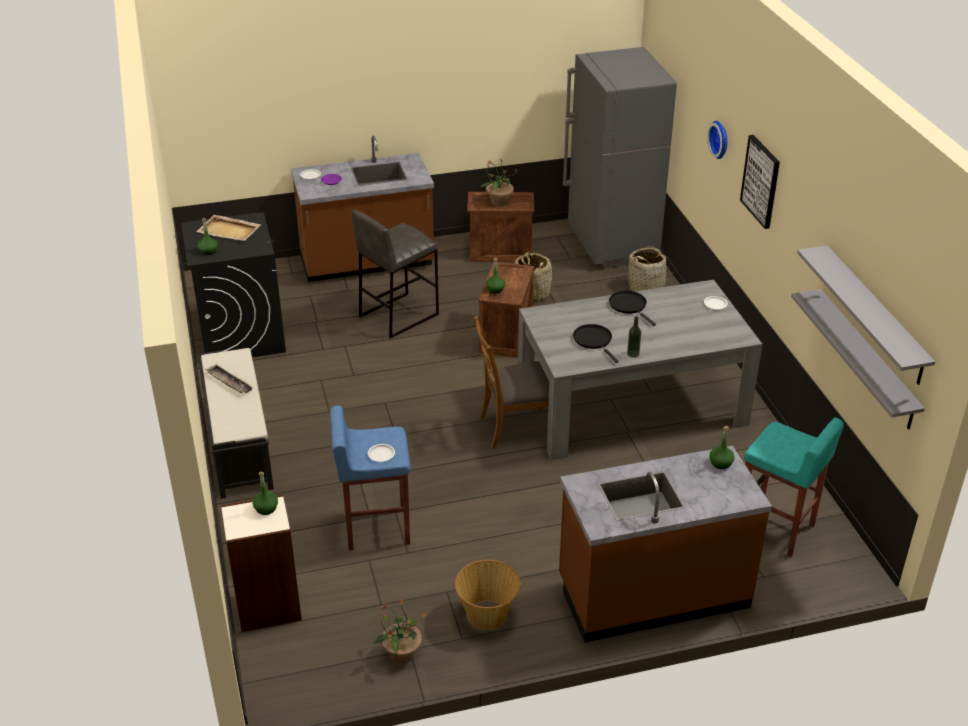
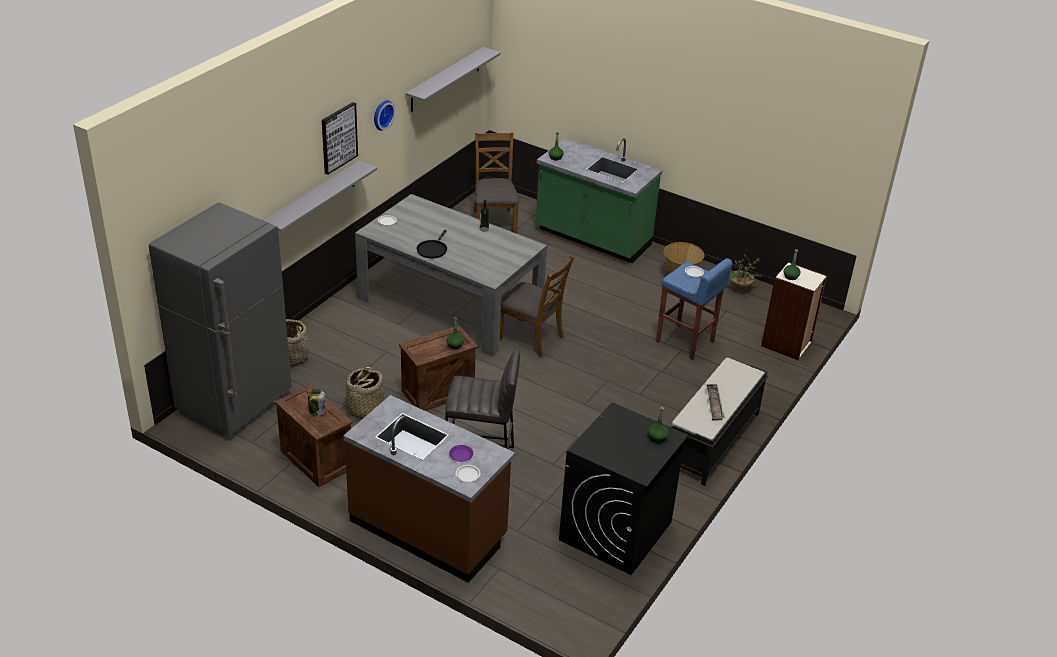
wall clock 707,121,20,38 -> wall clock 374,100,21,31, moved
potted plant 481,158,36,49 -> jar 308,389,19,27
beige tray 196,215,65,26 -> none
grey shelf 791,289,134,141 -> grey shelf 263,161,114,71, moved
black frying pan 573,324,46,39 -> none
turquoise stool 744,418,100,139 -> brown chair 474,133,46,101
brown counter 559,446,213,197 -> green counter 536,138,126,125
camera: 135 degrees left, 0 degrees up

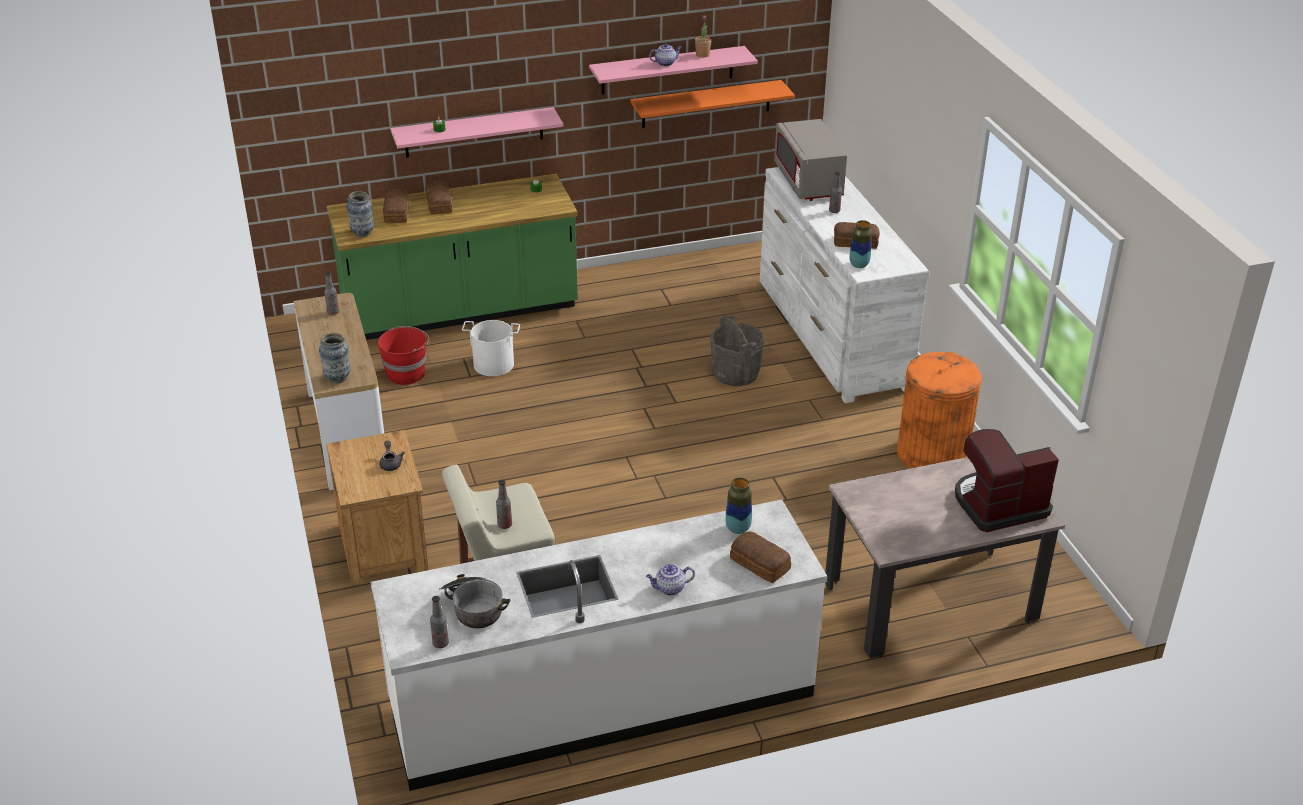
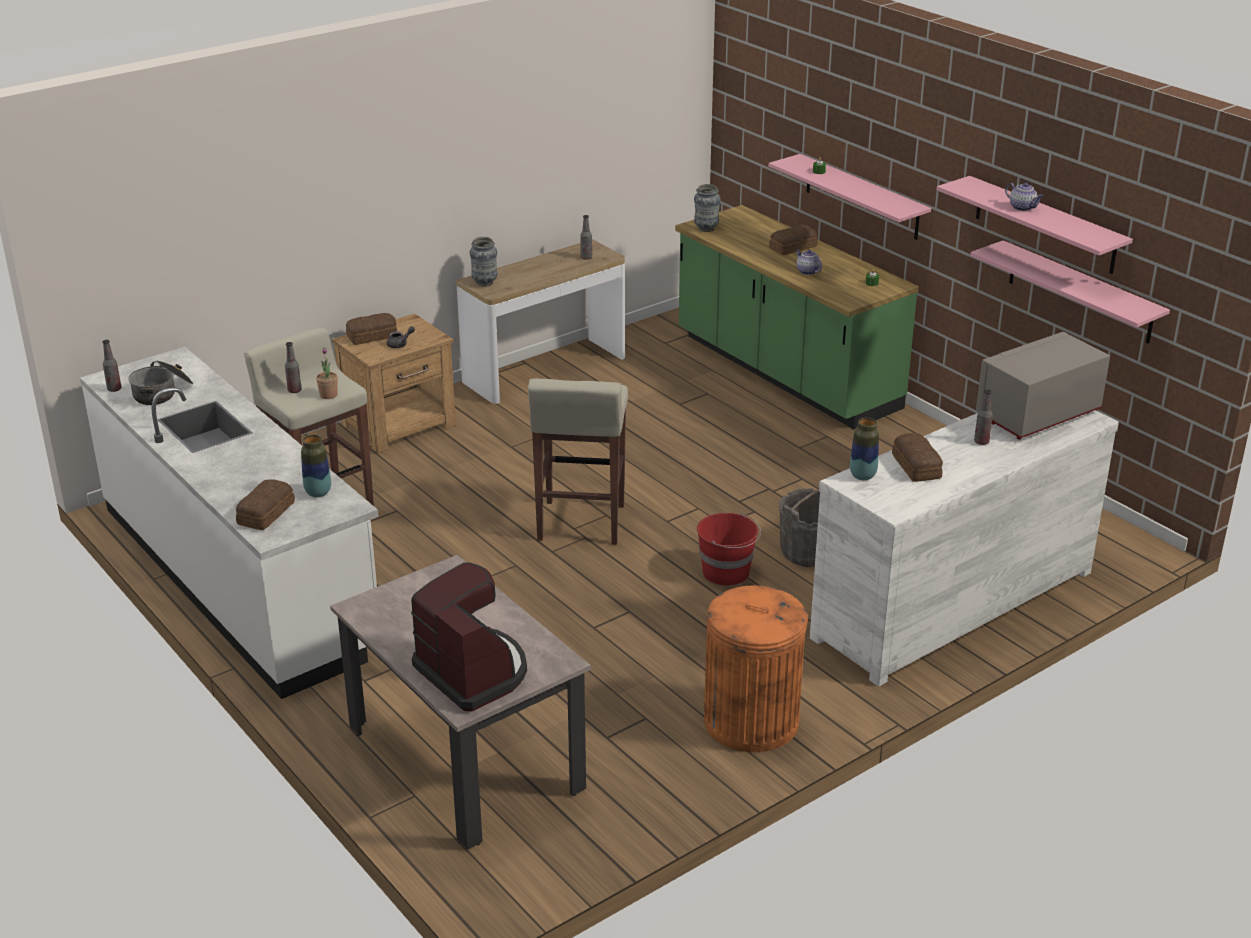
potted plant 695,15,16,43 -> potted plant 316,347,22,52, moved
orange shelf 630,80,165,48 -> pink shelf 970,240,200,104
bread 383,190,26,33 -> bread 346,313,51,32, moved
white bucket 462,320,58,56 -> none
red bucket 378,326,51,59 -> red bucket 697,513,64,73, moved
teapot 646,564,49,32 -> teapot 796,249,26,26, moved
none -> beige stool 528,378,100,167
camera: 70 degrees right, 5 degrees down

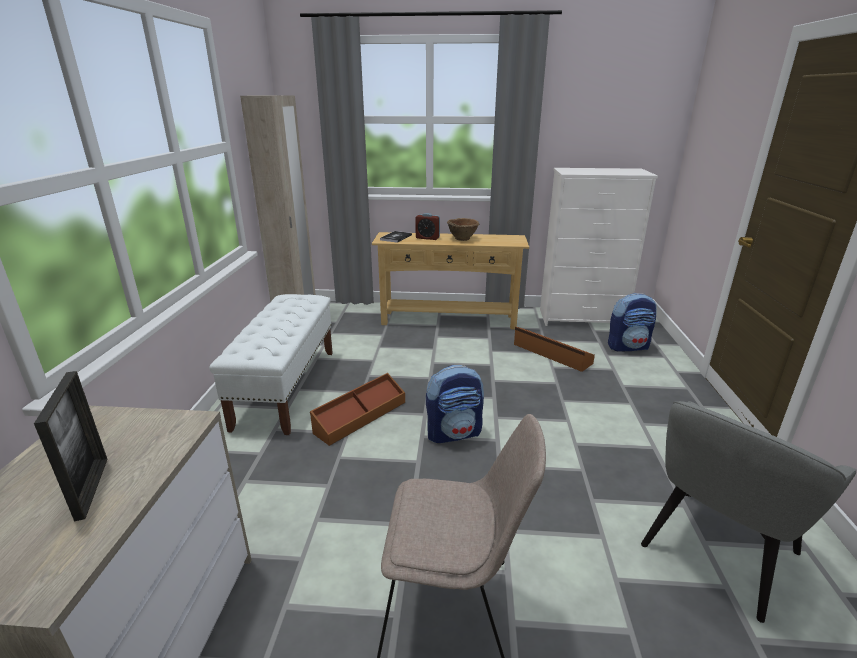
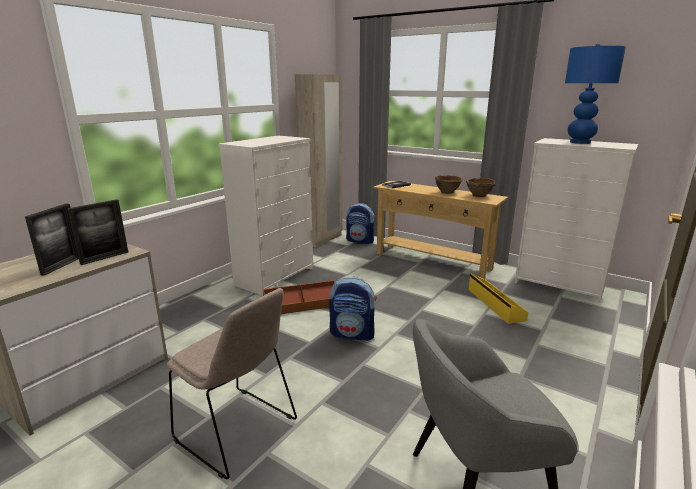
alarm clock 415,213,25,27 -> none
backpack 608,293,49,59 -> backpack 346,203,29,41, moved
white bench 209,294,124,141 -> white dresser 218,136,95,160
brown storage box 514,327,81,45 -> yellow storage box 469,273,60,51
none -> blue table lamp 565,44,61,100
none -> brown bowl 466,178,30,19
none -> picture frame 67,199,61,66
camera: 30 degrees right, 5 degrees down

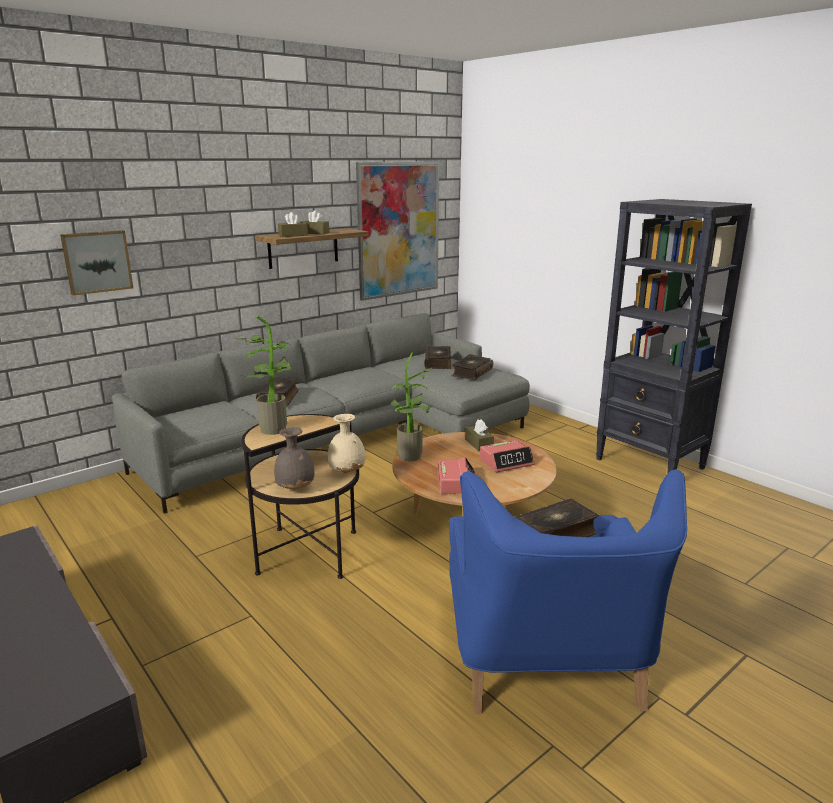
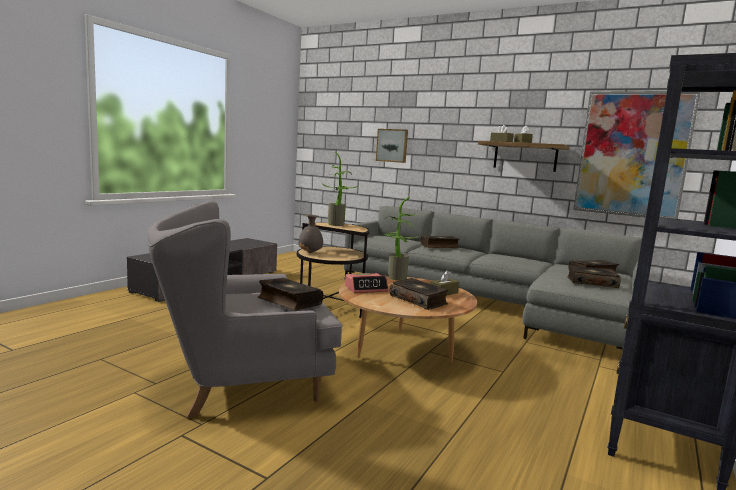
beige vase 328,414,38,59 -> none
alarm clock 480,440,54,32 -> book 390,278,58,32
blue armchair 449,469,238,245 -> grey armchair 147,201,195,217
camera: 70 degrees right, 10 degrees down

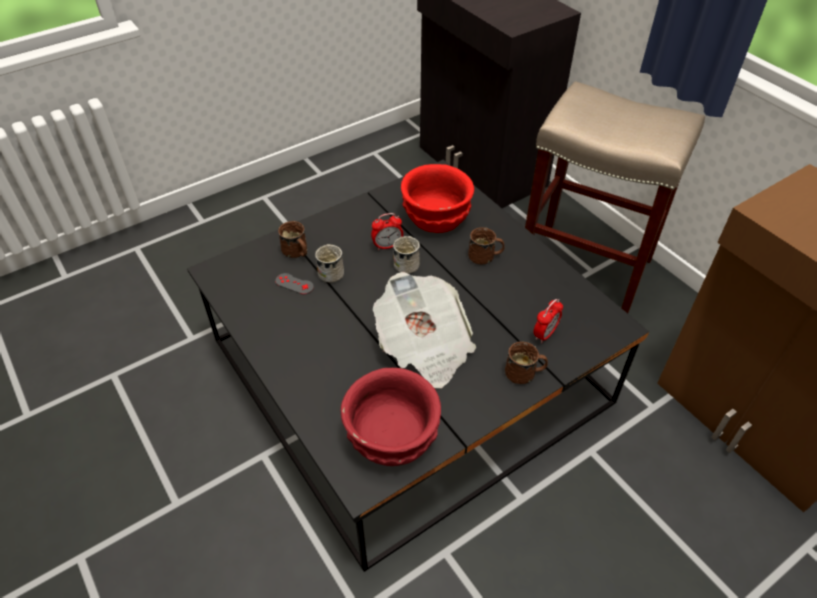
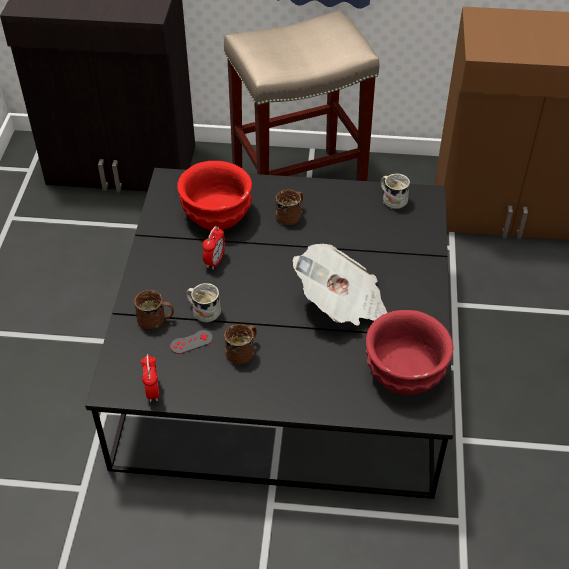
white mug 393,236,27,38 -> white mug 381,173,29,36, moved
alarm clock 534,299,29,44 -> alarm clock 141,354,18,48, moved
brown mug 505,342,43,42 -> brown mug 224,324,33,40, moved
camera: 50 degrees left, 0 degrees up

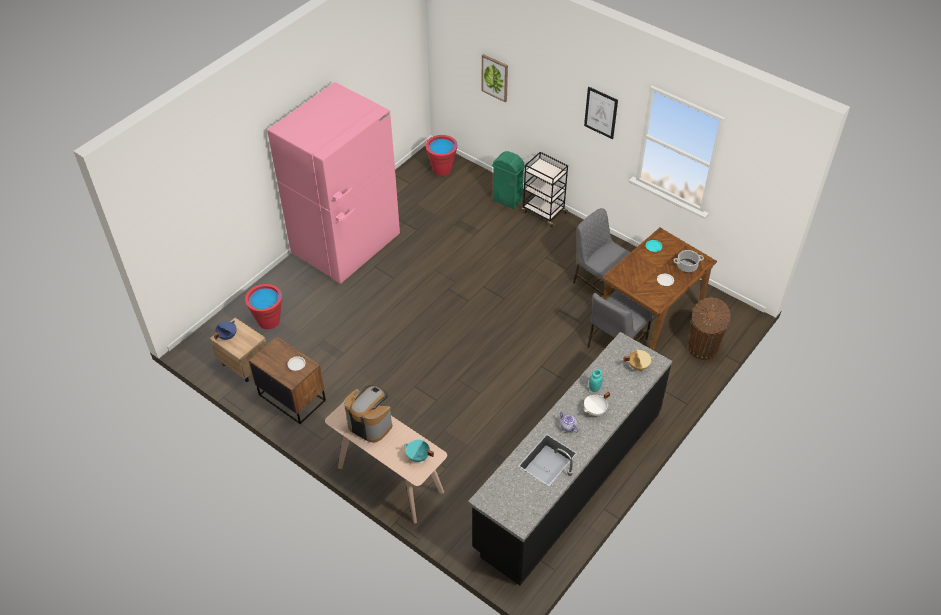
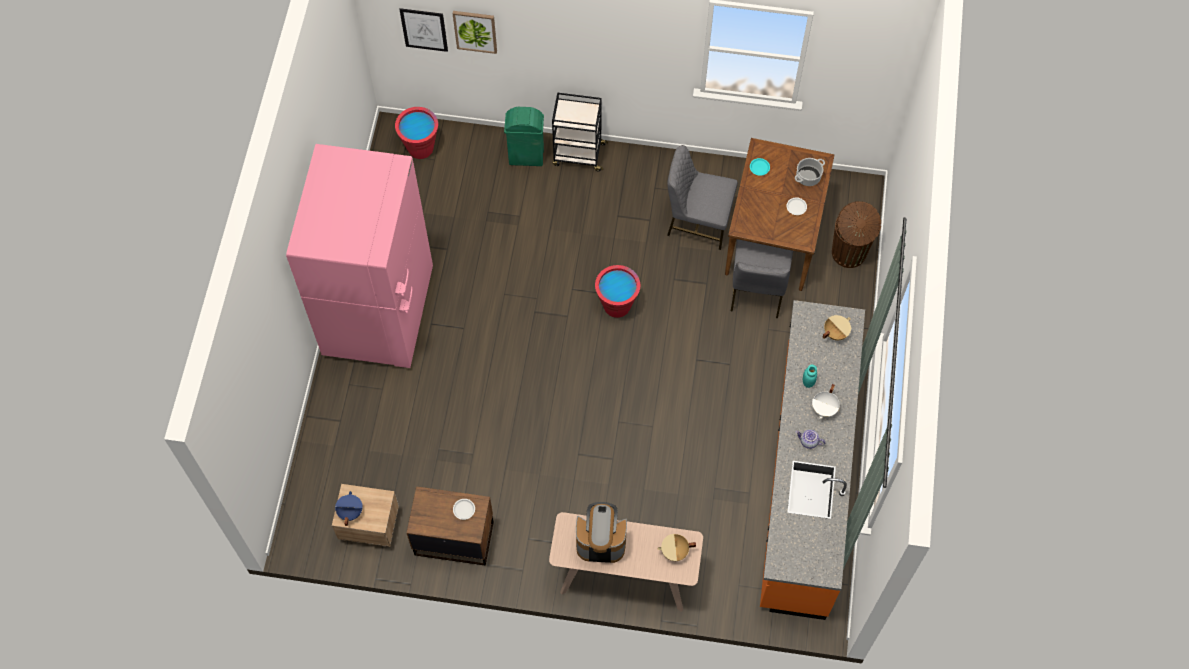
picture 584,87,34,52 -> picture 399,8,49,44, moved
red bucket 245,284,37,45 -> red bucket 595,265,45,53, moved
black counter 468,332,204,254 -> orange counter 760,300,105,320
turquoise cooking pot 404,440,30,22 -> beige cooking pot 657,534,39,27
camera: 30 degrees left, 15 degrees up

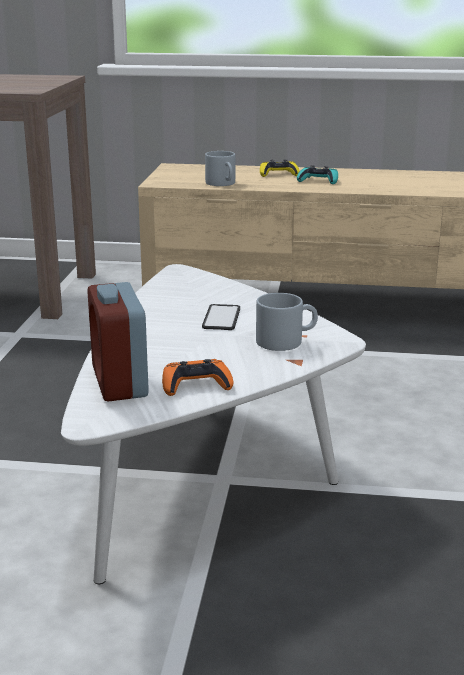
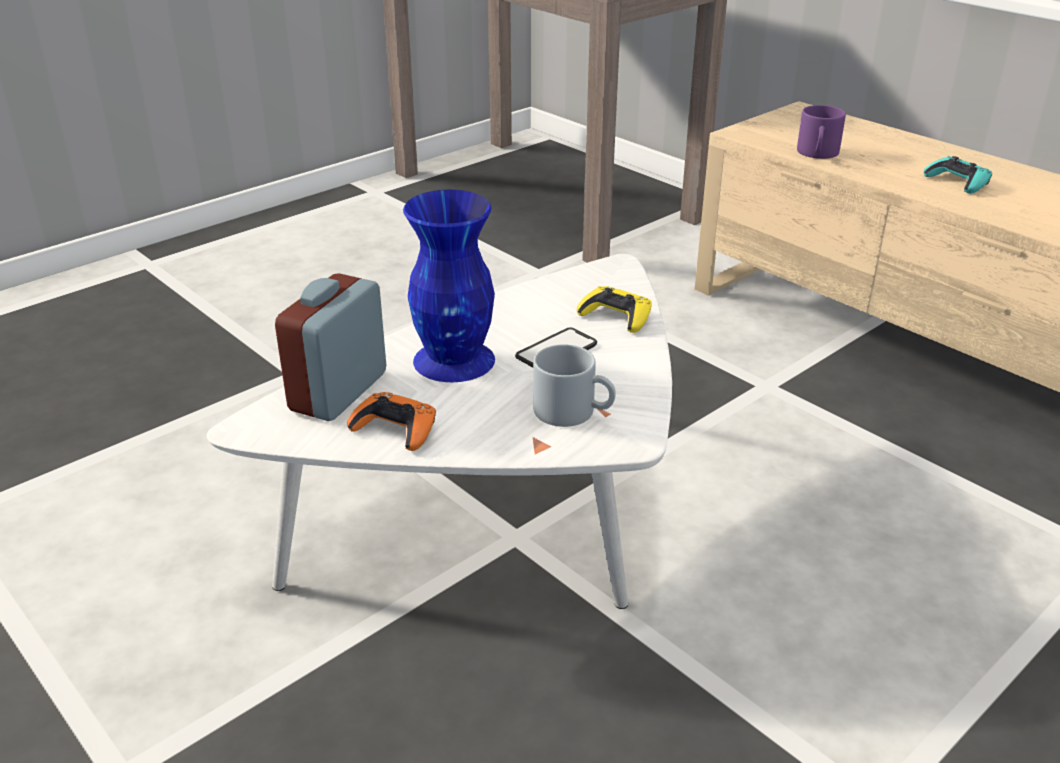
grey mug 205,151,30,35 -> purple mug 797,105,49,54
yellow game controller 260,160,40,17 -> yellow game controller 577,286,75,47, moved
none -> blue vase 403,190,92,192
camera: 40 degrees right, 10 degrees up

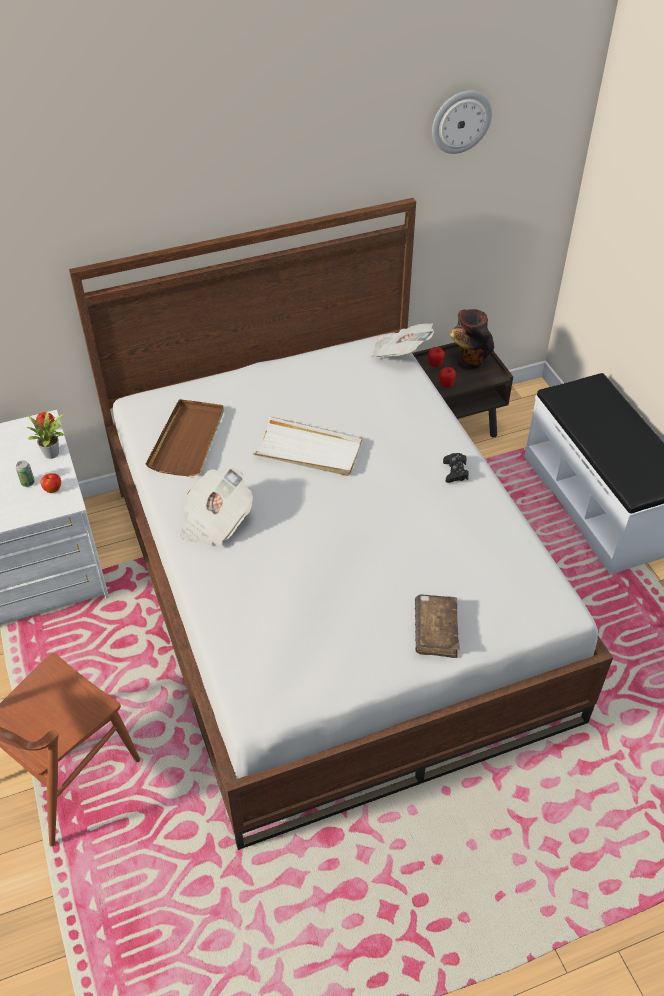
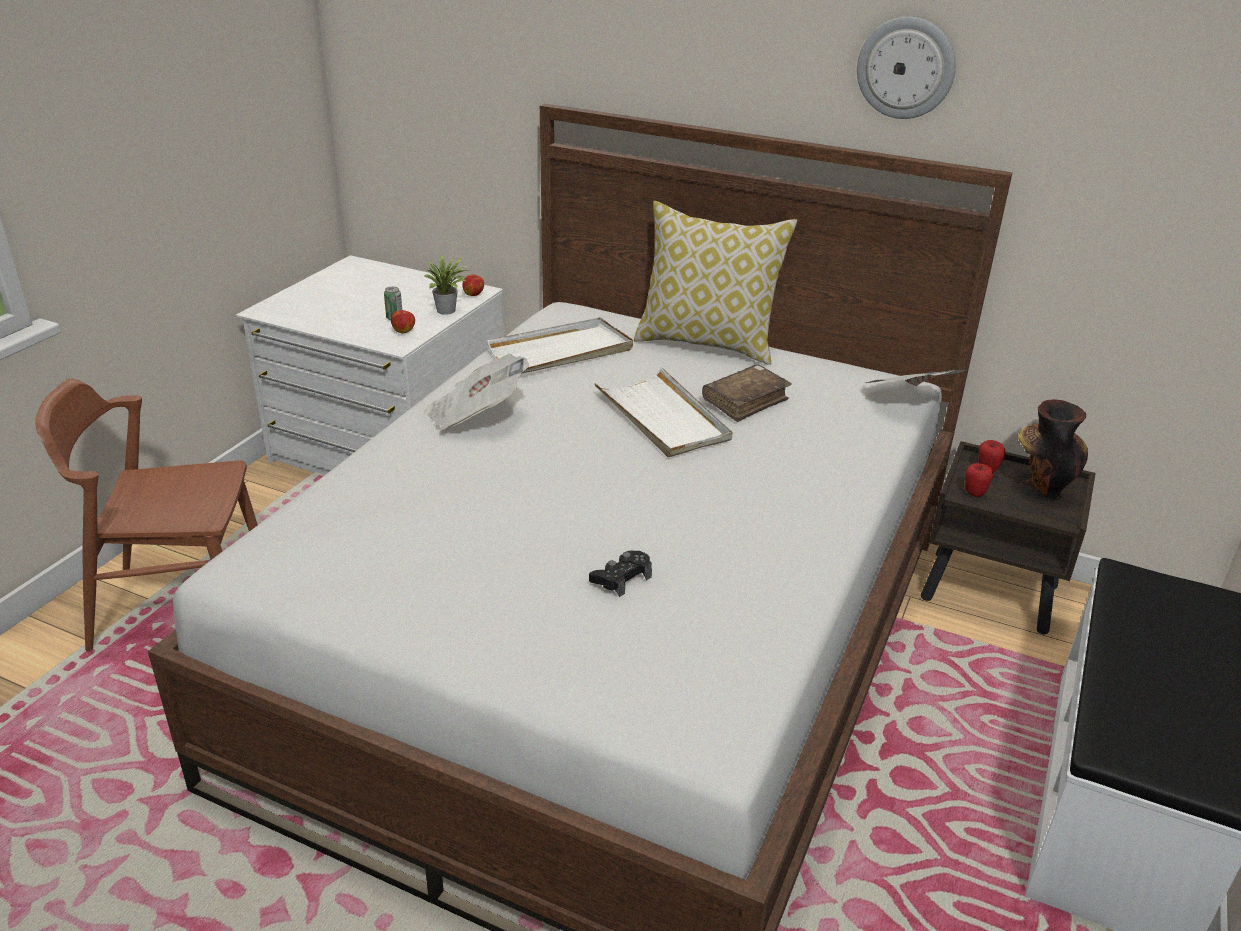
wall clock 432,91,60,63 -> wall clock 857,17,99,102, moved
brown tray 145,399,79,77 -> white tray 487,317,146,57
black game controller 443,453,26,30 -> black game controller 589,551,63,46, moved
brown book 415,595,45,63 -> brown book 702,365,90,57, moved
none -> pillow 634,201,163,164
camera: 45 degrees right, 15 degrees down

